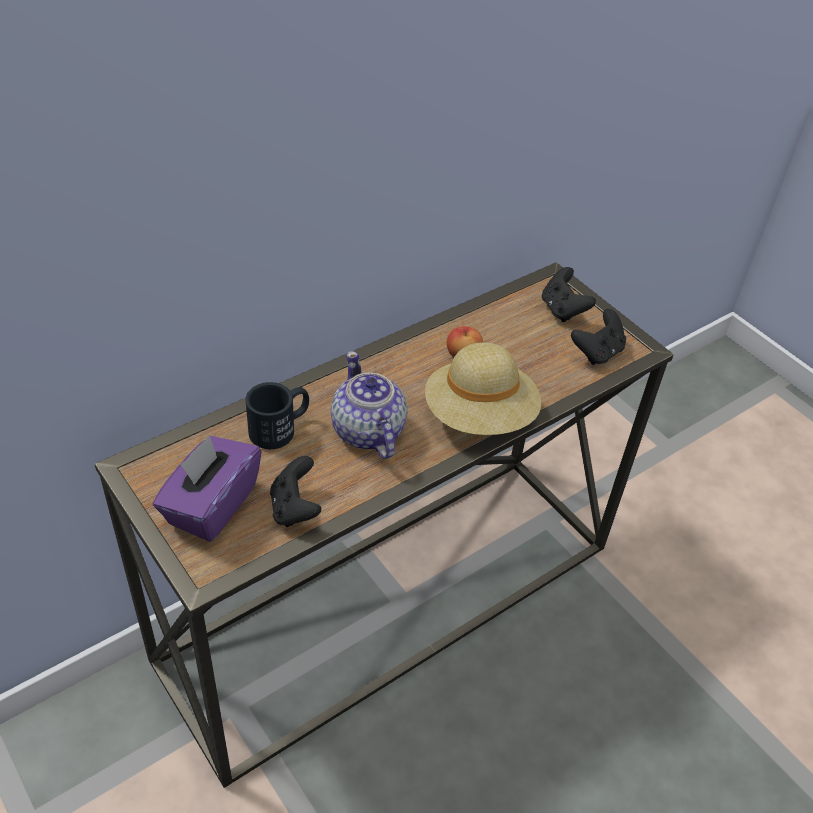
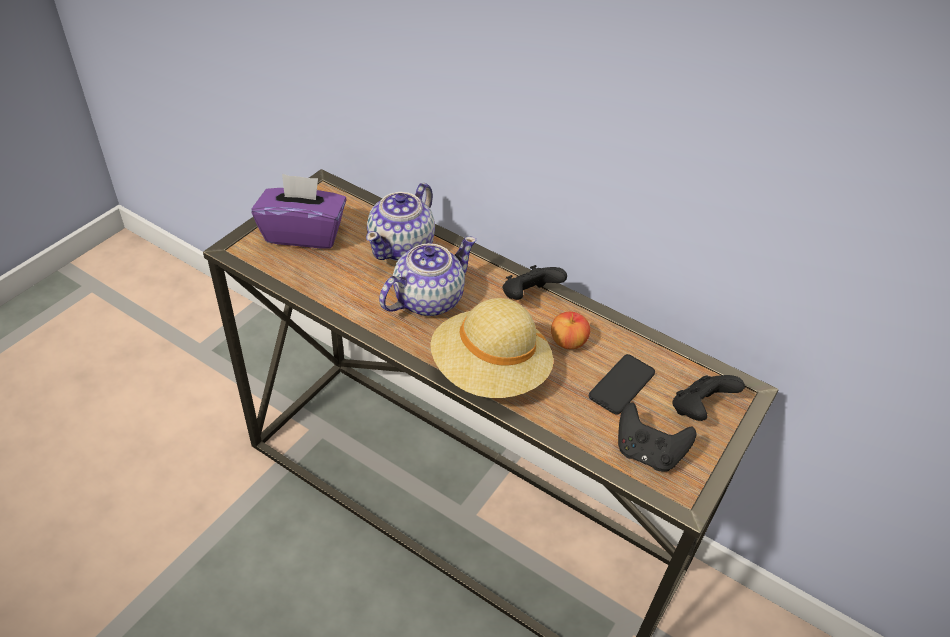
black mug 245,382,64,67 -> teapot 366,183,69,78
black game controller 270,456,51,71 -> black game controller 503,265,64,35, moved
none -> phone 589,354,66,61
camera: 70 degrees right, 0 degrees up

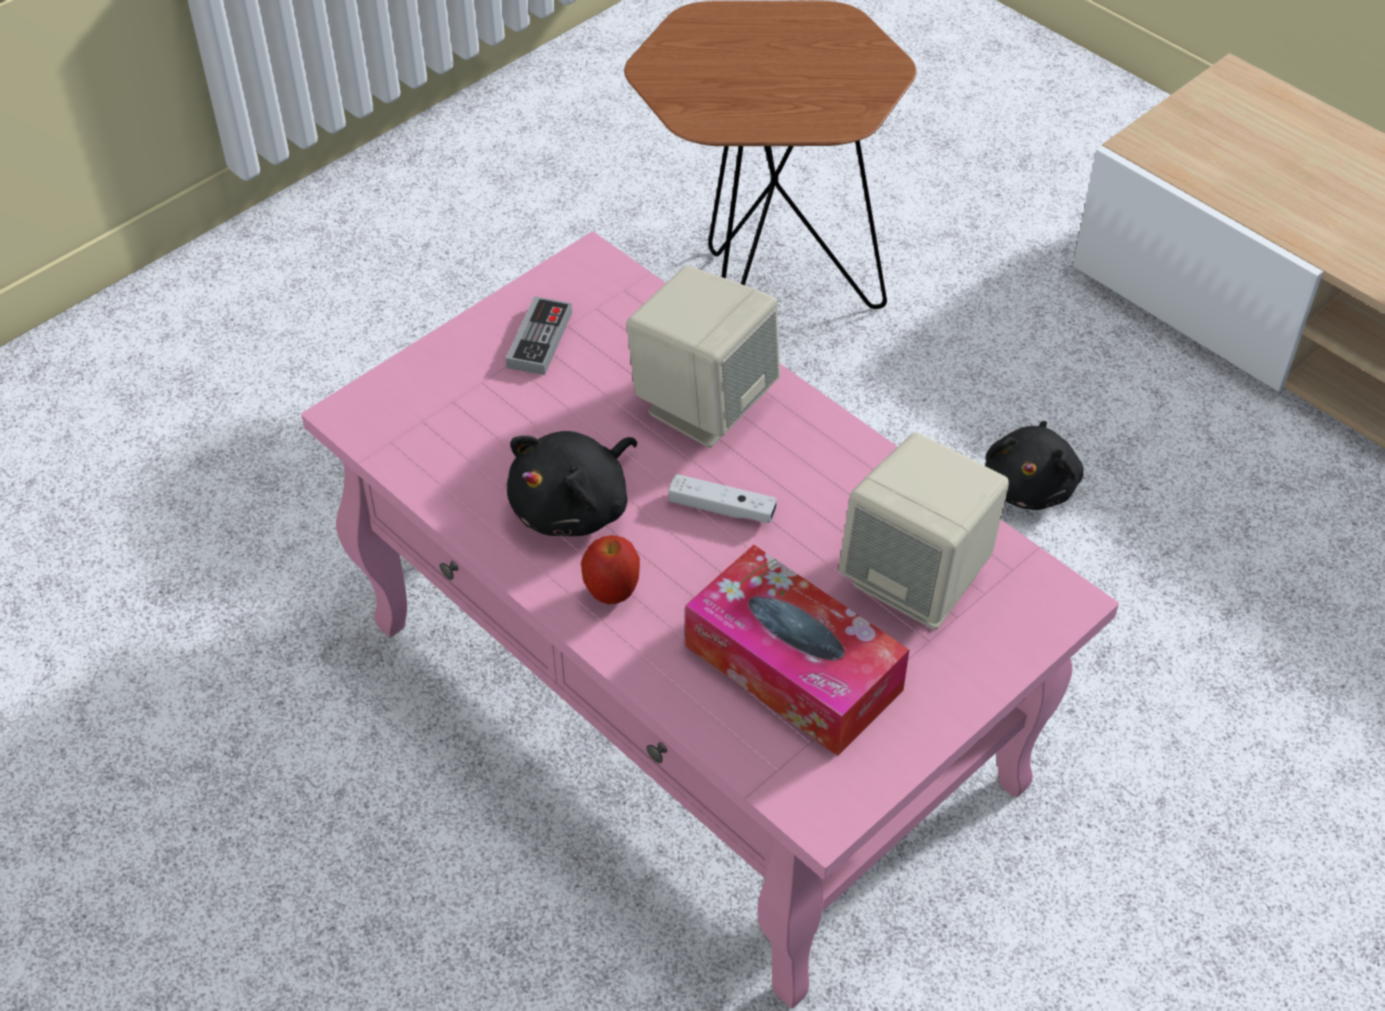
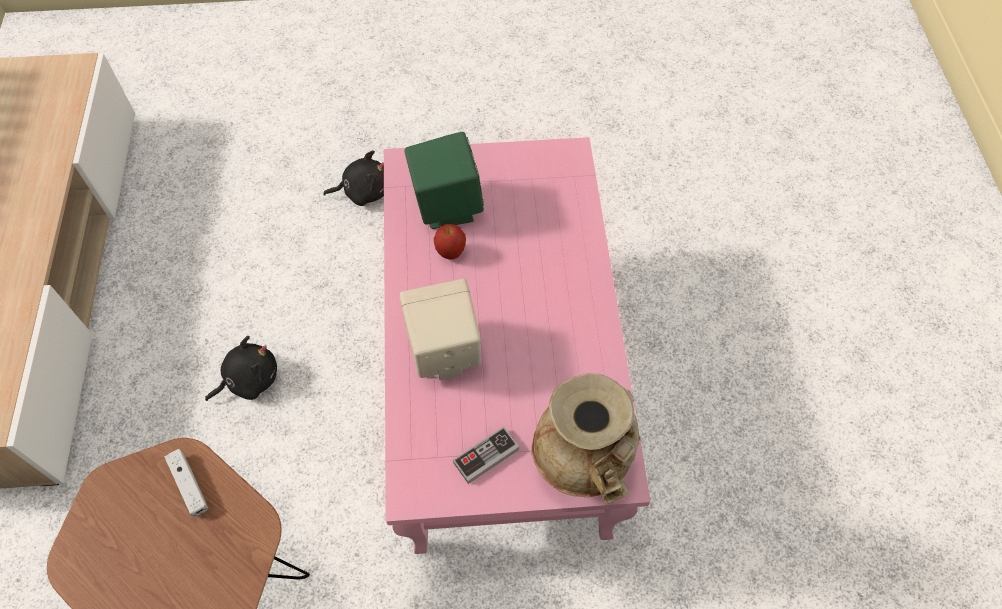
black plush toy 507,431,130,105 -> black plush toy 323,150,61,56, moved
beige speaker 839,433,170,197 -> green speaker 404,132,80,97
white game controller 668,474,109,50 -> white game controller 165,449,43,67, moved
apple 581,535,59,69 -> apple 434,224,32,35, moved
tissue box 685,545,224,211 -> none
none -> beige vase 531,373,110,132
camera: 140 degrees left, 10 degrees up

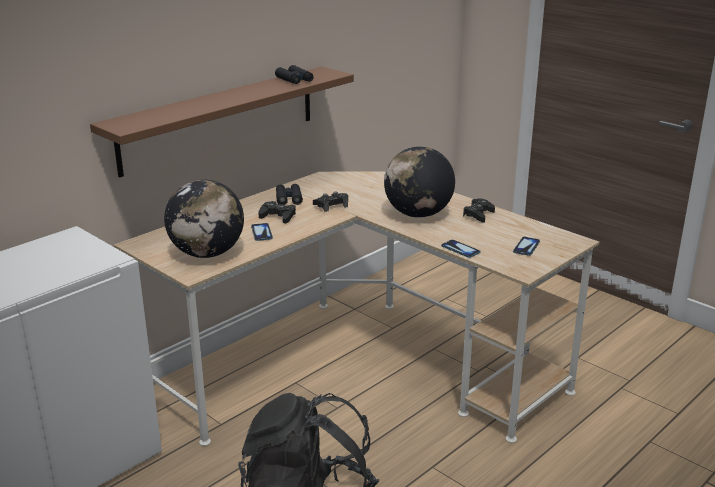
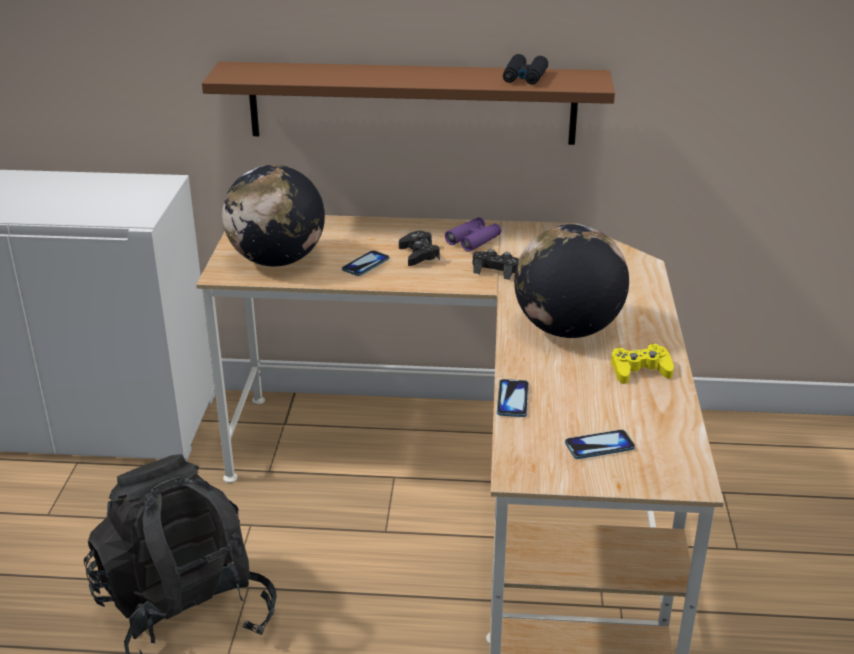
black binoculars 276,184,27,21 -> purple binoculars 445,217,57,35
black game controller 463,198,32,25 -> yellow game controller 611,344,63,40
camera: 50 degrees right, 5 degrees up

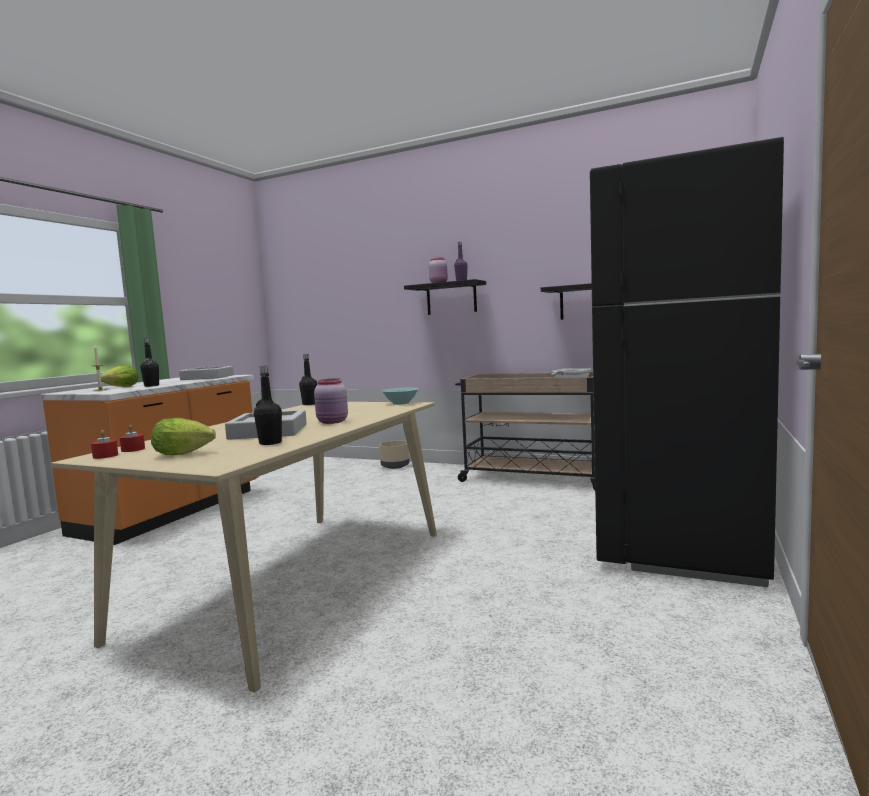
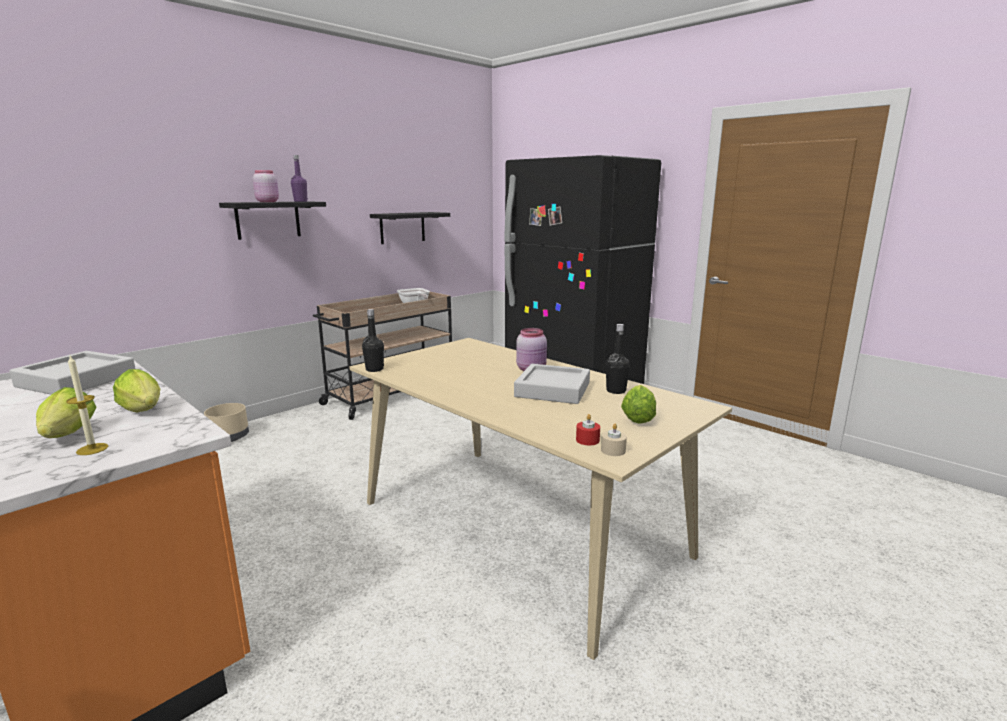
black bottle 140,338,19,49 -> lettuce 113,369,48,43
turquoise bowl 382,387,37,18 -> none
red candle 91,430,27,29 -> beige candle 601,423,26,33
camera: 70 degrees left, 10 degrees up

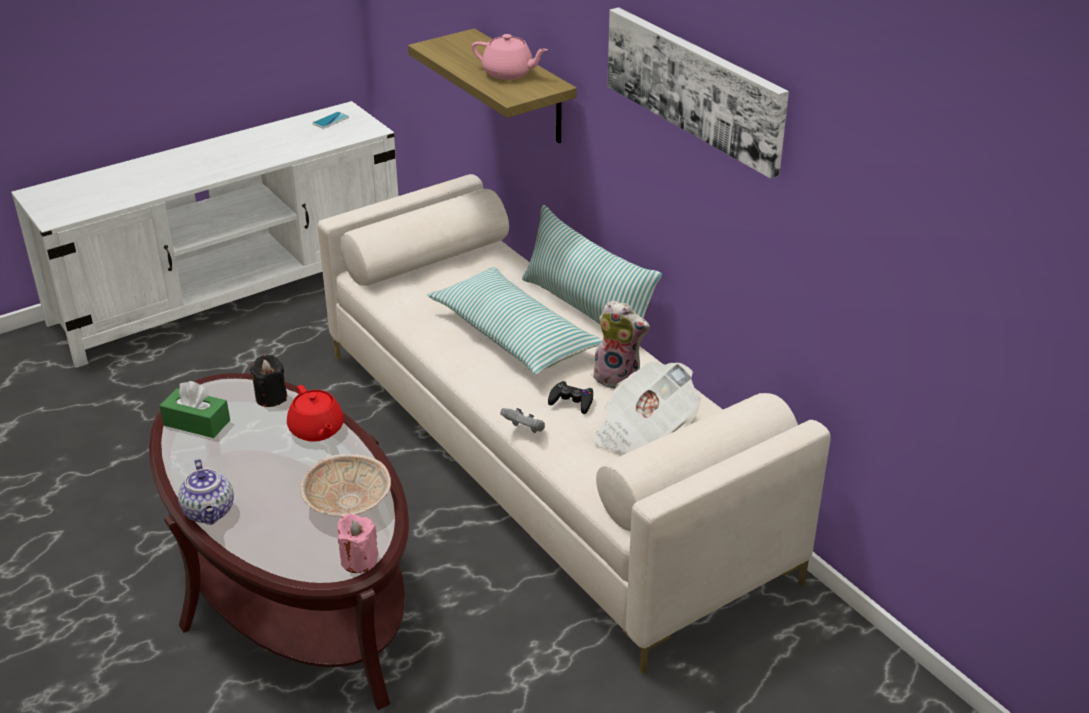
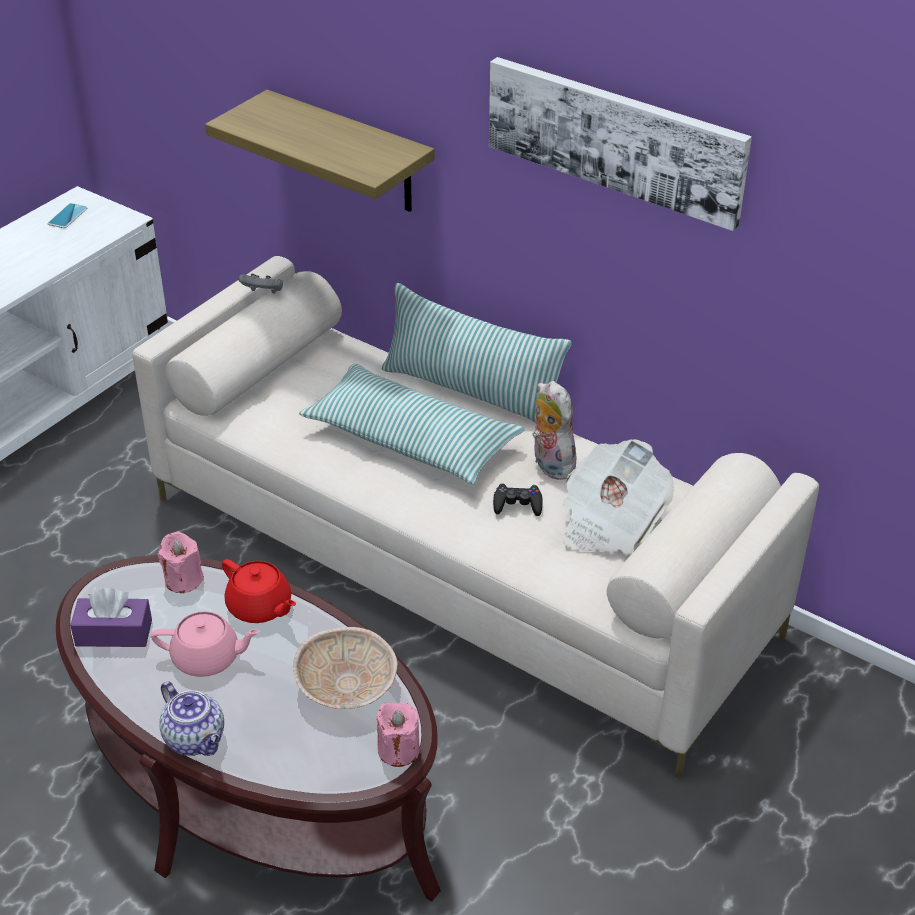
pink teapot 472,34,76,46 -> pink teapot 151,611,110,66, moved
plush toy 593,300,57,89 -> plush toy 532,381,44,99, 120 degrees counterclockwise
black candle 250,355,37,52 -> pink candle 158,531,46,62
green tissue box 159,381,71,57 -> purple tissue box 70,588,82,59
grey game controller 500,408,45,25 -> grey game controller 239,274,44,20, moved
camera: 20 degrees left, 5 degrees up

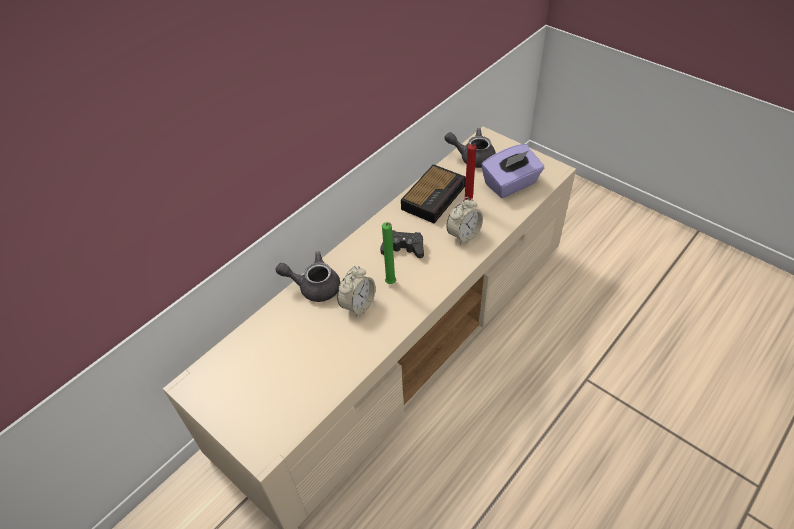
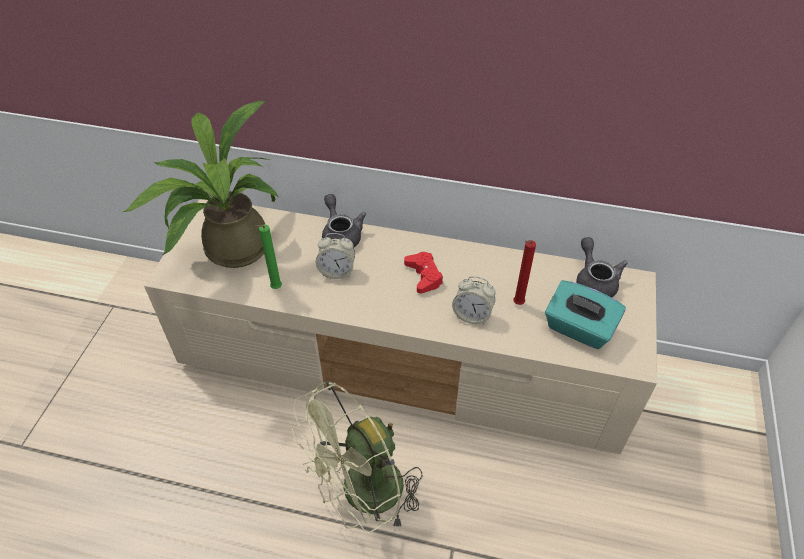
purple tissue box 481,144,63,54 -> turquoise tissue box 545,280,81,69
alarm clock 401,164,65,59 -> none
green candle 382,222,14,62 -> green candle 254,225,28,64, moved
black game controller 380,230,44,28 -> red game controller 404,252,39,42
none -> potted plant 123,101,155,167
none -> green fan 291,380,132,153
camera: 60 degrees right, 0 degrees up

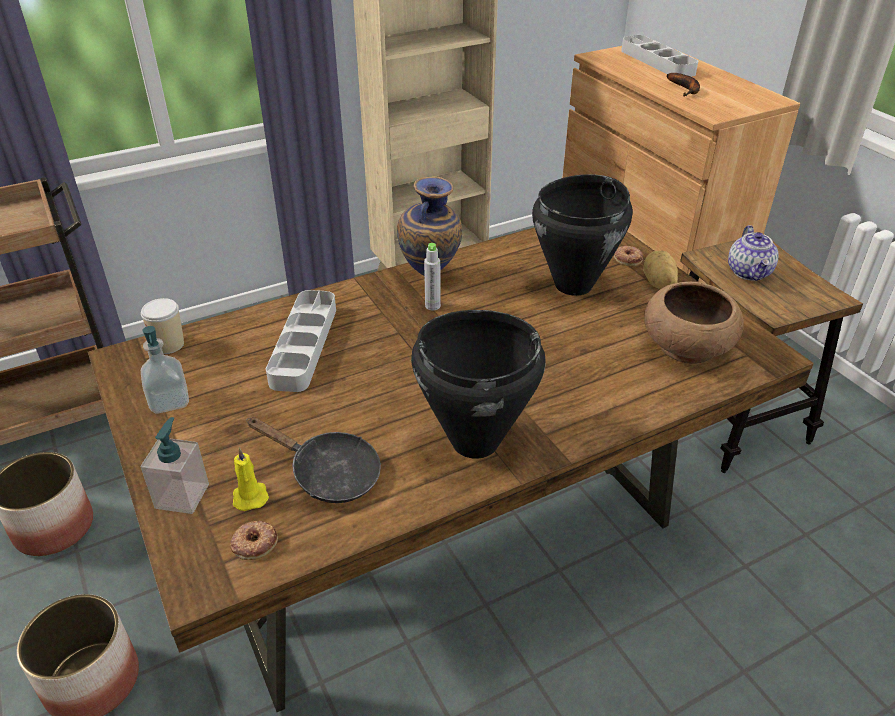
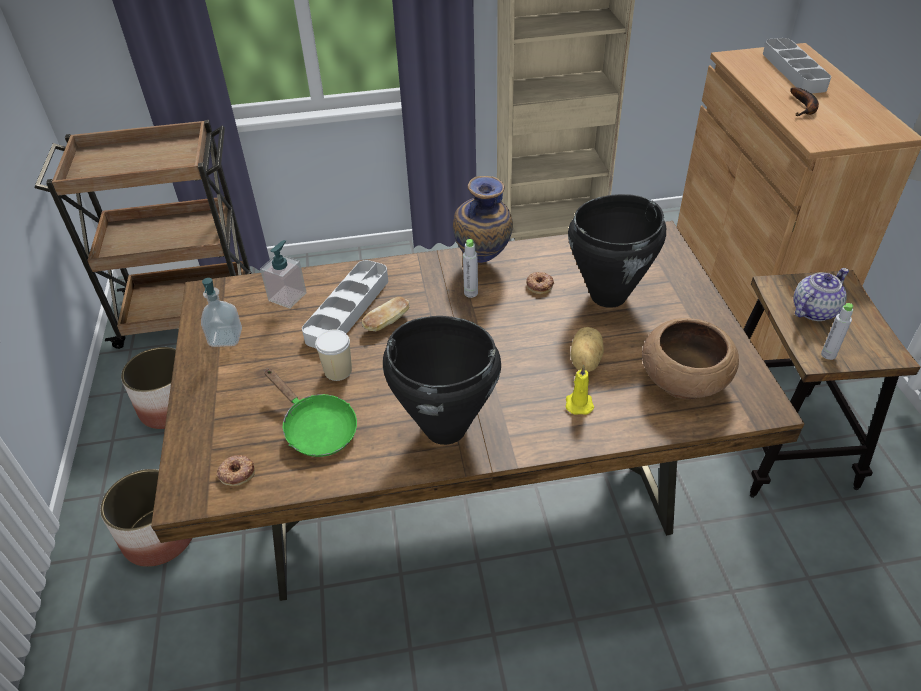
teapot 728,225,50,56 -> teapot 793,268,56,53, 150 degrees counterclockwise
donut 614,246,29,21 -> donut 526,272,28,23, moved
potato 643,251,35,38 -> potato 570,327,34,45, moved
cup 141,298,43,56 -> cup 315,329,37,52, moved
soap dispenser 141,417,68,97 -> soap dispenser 260,240,47,69, moved
black frying pan 246,417,135,86 -> green frying pan 265,369,92,88
yellow candle 233,447,36,64 -> yellow candle 566,365,28,50, moved
none -> bread 362,297,48,34
none -> grey bottle 821,303,32,57
camera: 20 degrees right, 5 degrees up

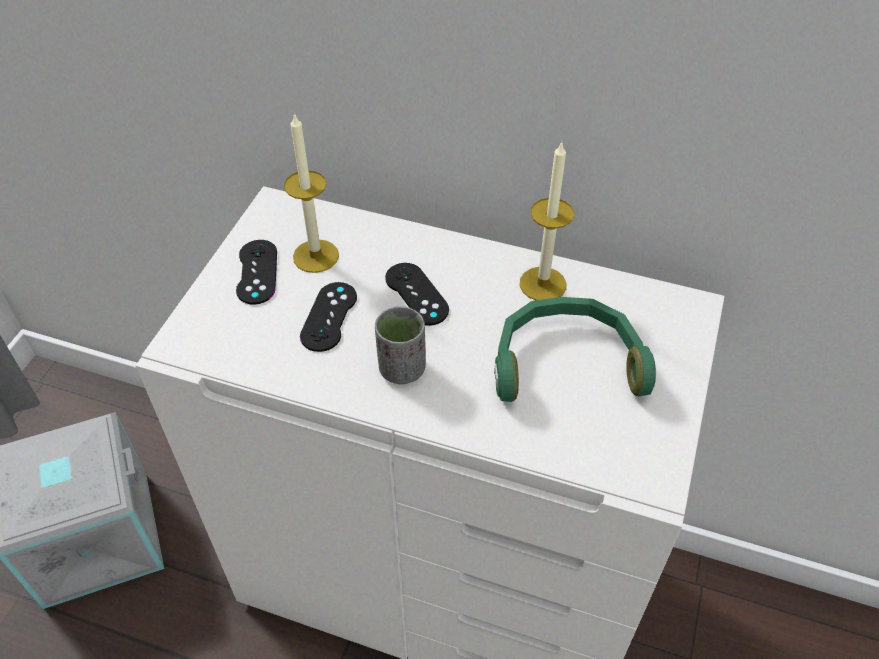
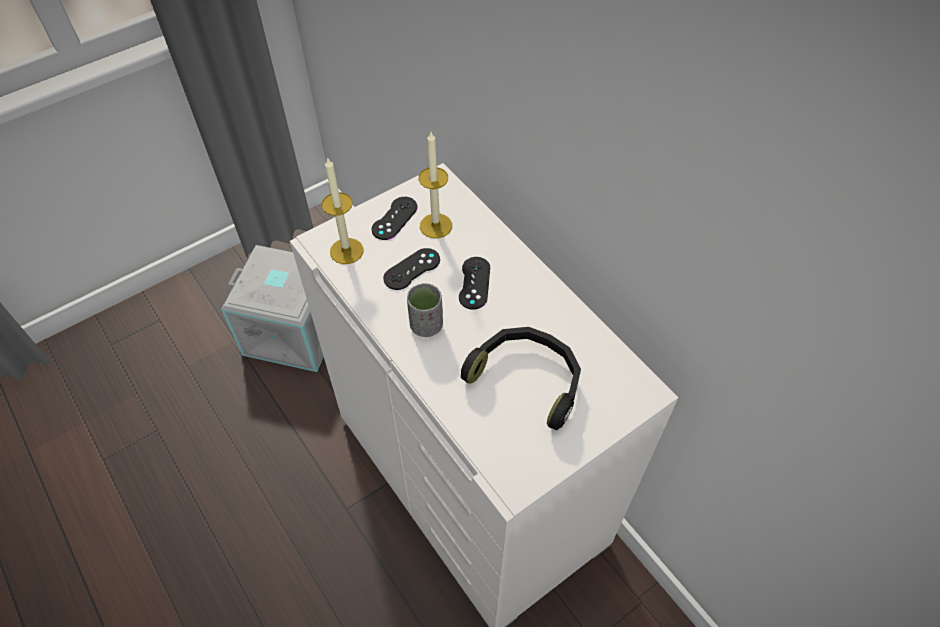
candle 520,141,54,159 -> candle 322,157,42,107, moved
green headphones 494,297,162,105 -> black headphones 461,327,120,103
camera: 35 degrees right, 5 degrees up

